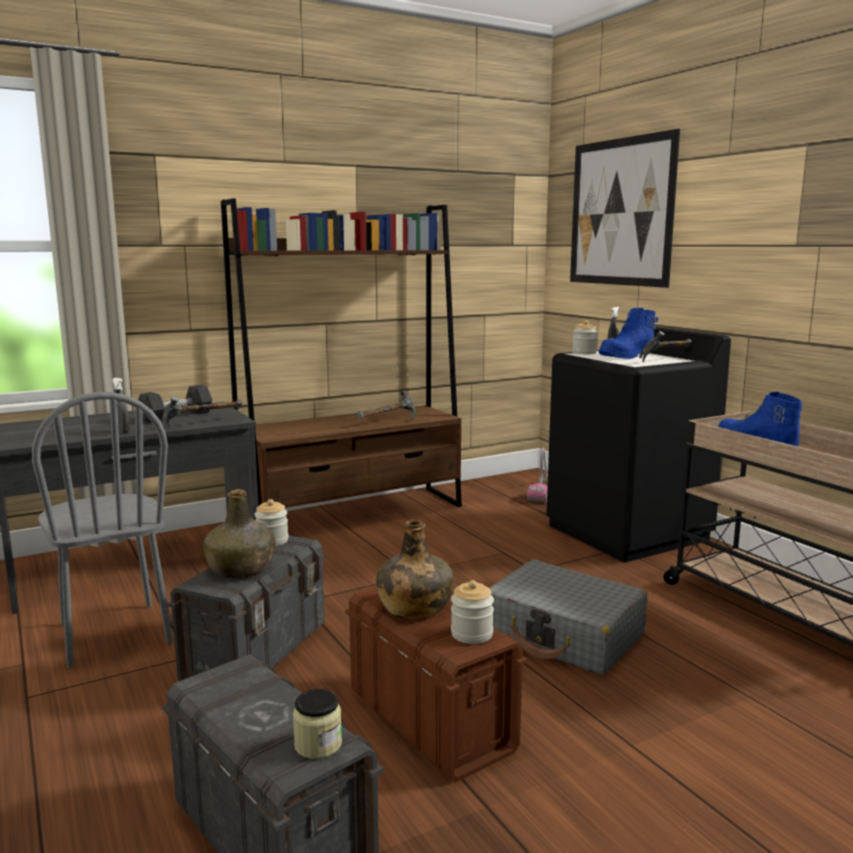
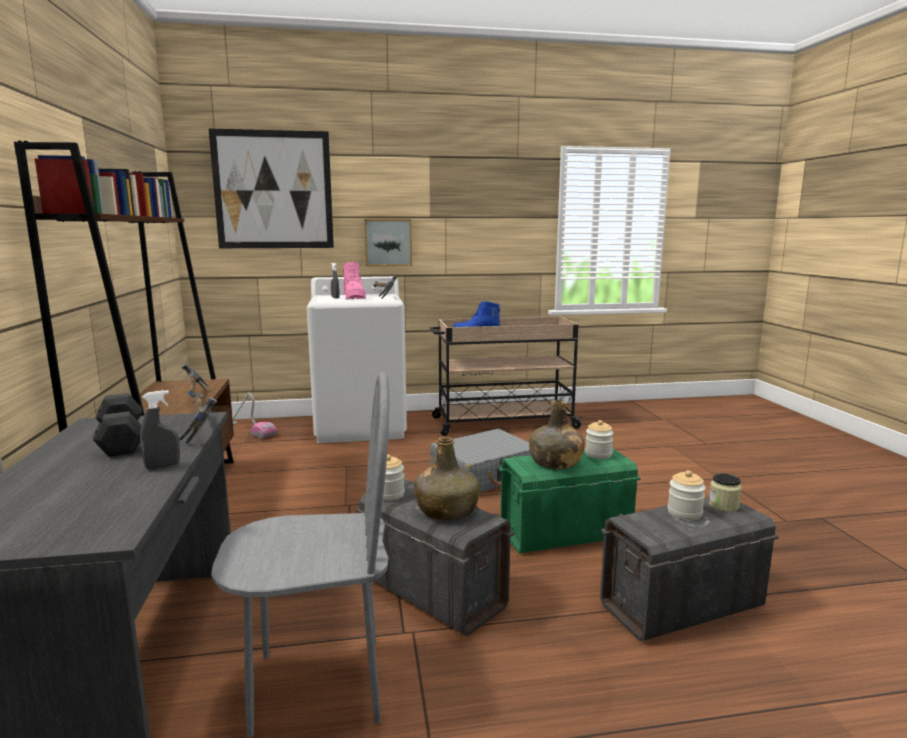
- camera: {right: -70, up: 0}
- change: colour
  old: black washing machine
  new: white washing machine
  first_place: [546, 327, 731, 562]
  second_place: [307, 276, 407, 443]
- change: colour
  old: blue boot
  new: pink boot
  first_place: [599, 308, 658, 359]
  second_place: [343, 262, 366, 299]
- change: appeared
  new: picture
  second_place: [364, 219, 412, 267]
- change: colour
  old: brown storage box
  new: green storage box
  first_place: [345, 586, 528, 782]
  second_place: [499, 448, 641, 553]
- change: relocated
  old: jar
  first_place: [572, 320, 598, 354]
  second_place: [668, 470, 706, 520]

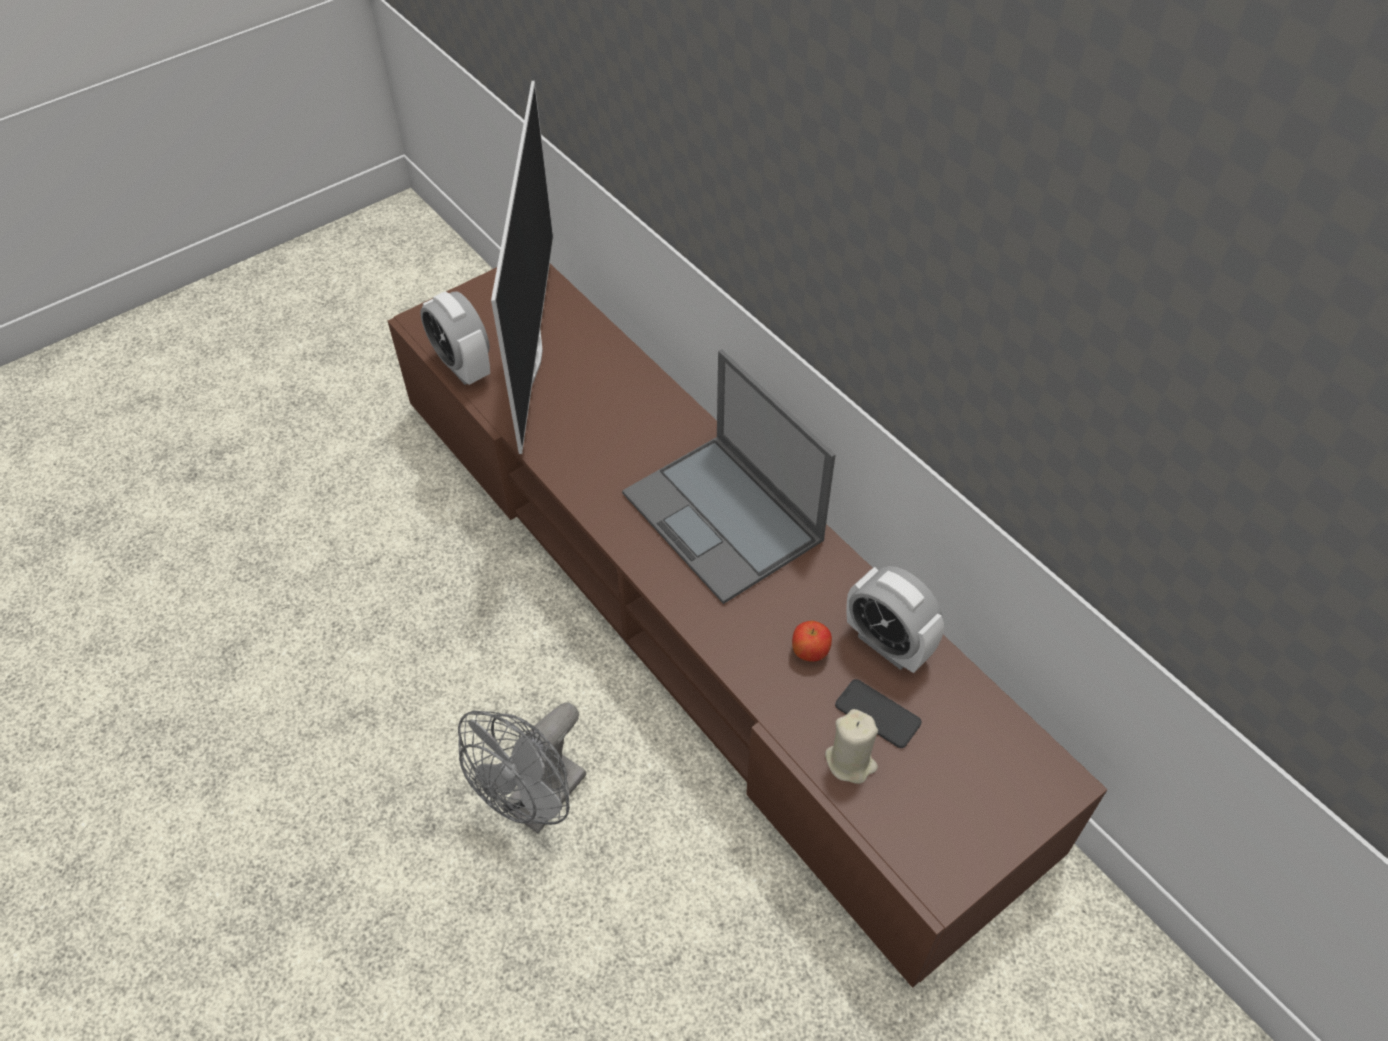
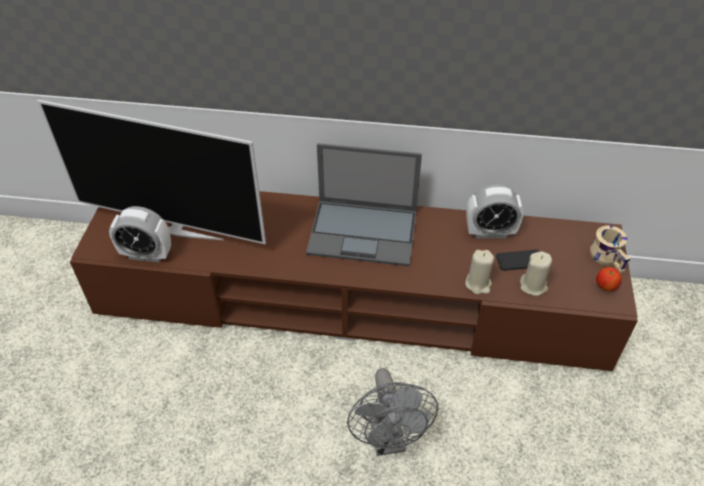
- camera: {right: -45, up: -5}
- change: spun
  old: television
  first_place: [491, 81, 554, 454]
  second_place: [37, 100, 266, 244]
  degrees: 150
- change: appeared
  new: beige candle
  second_place: [465, 250, 494, 294]
- change: appeared
  new: beige mug
  second_place: [590, 225, 631, 274]
- change: relocated
  old: apple
  first_place: [792, 621, 832, 662]
  second_place: [596, 267, 622, 291]

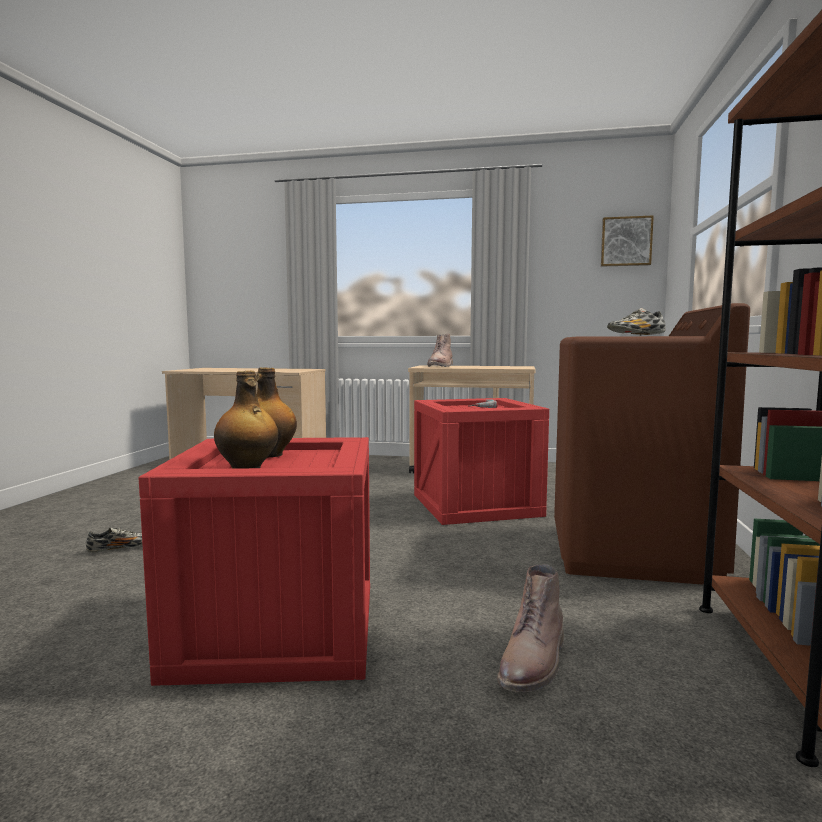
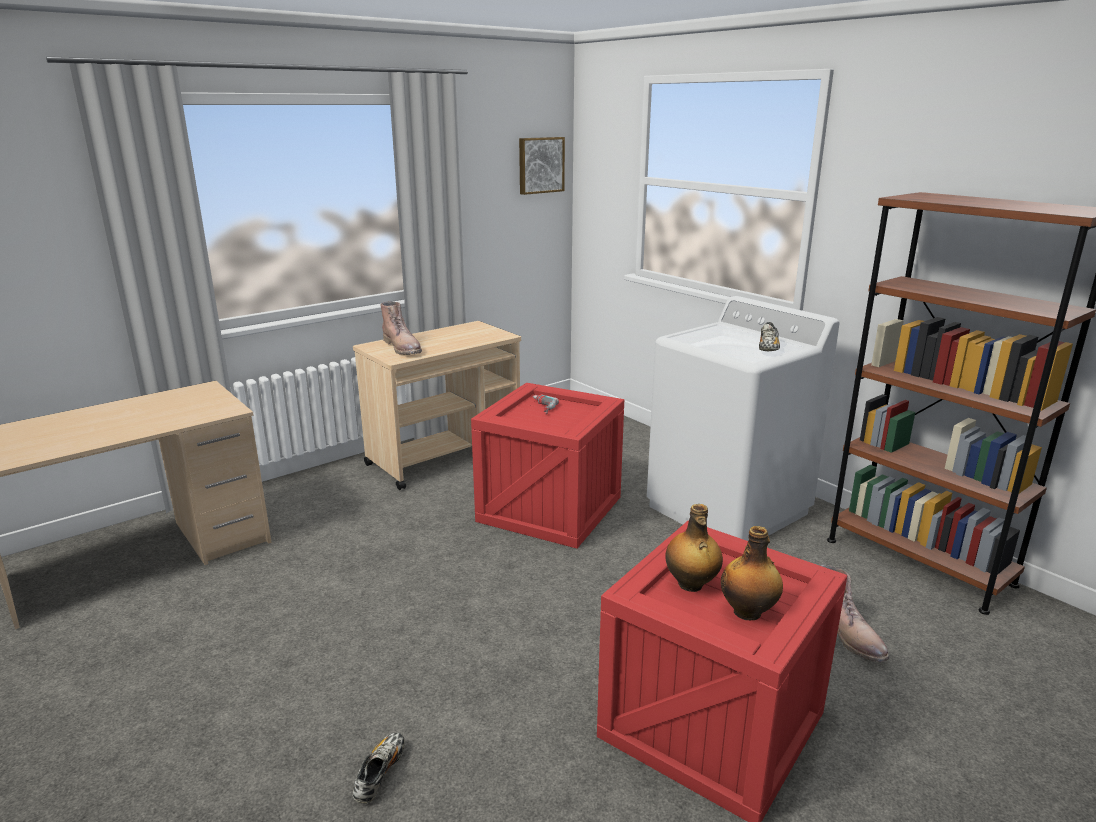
- camera: {right: -50, up: 15}
- change: colour
  old: brown washing machine
  new: white washing machine
  first_place: [554, 303, 750, 585]
  second_place: [647, 296, 839, 541]

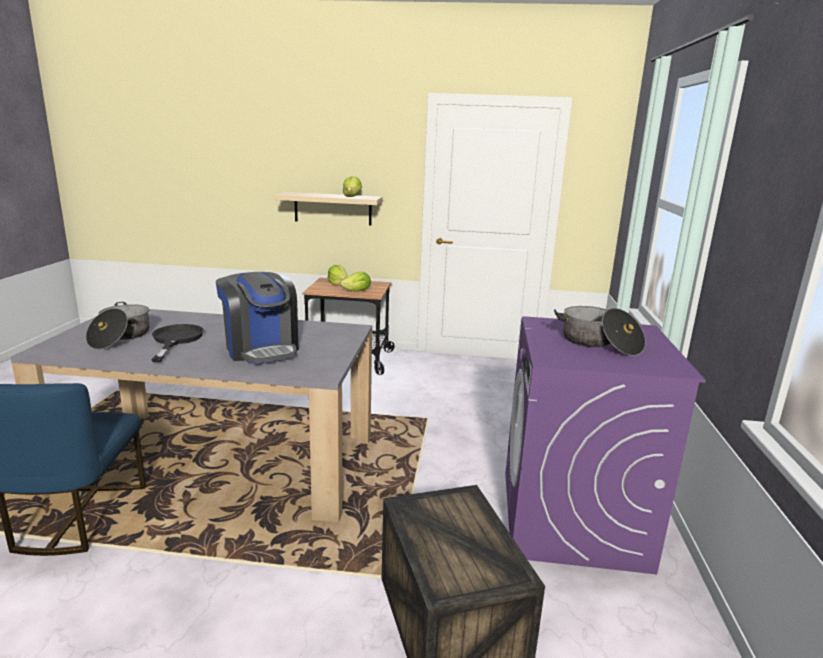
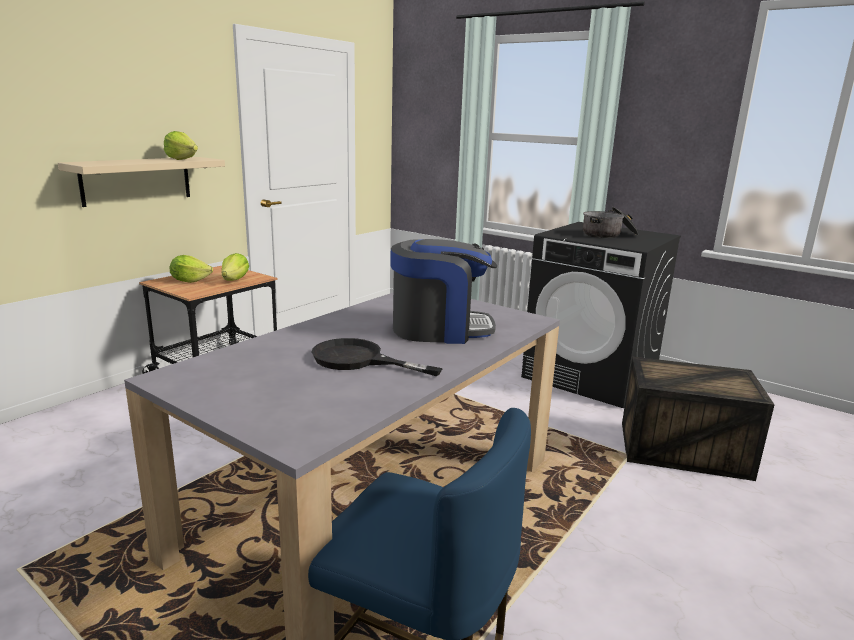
- camera: {right: -60, up: 0}
- change: colour
  old: purple washing machine
  new: black washing machine
  first_place: [505, 316, 706, 574]
  second_place: [521, 222, 681, 408]
- change: missing
  old: cooking pot
  first_place: [86, 302, 150, 350]

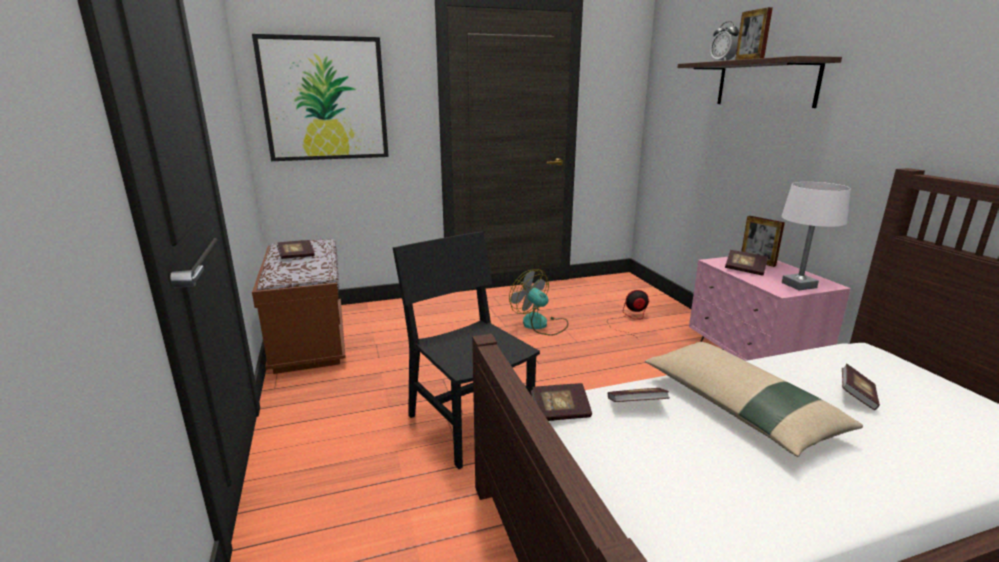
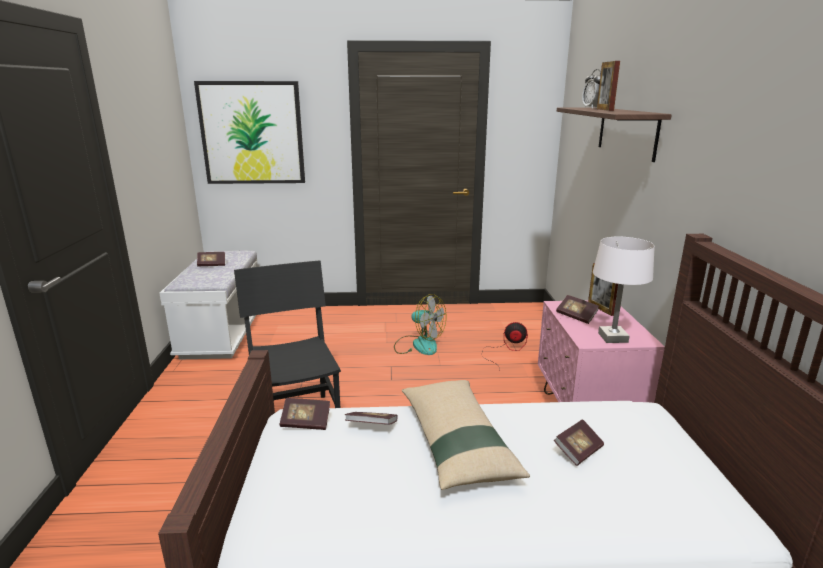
- camera: {right: 15, up: 0}
- change: colour
  old: brown bench
  new: white bench
  first_place: [252, 239, 346, 374]
  second_place: [159, 251, 257, 360]
- change: spun
  old: fan
  first_place: [509, 269, 568, 336]
  second_place: [394, 294, 446, 355]
  degrees: 150

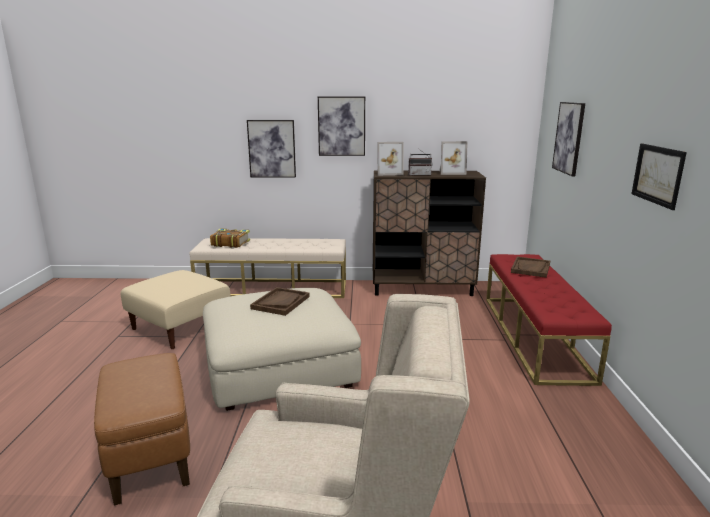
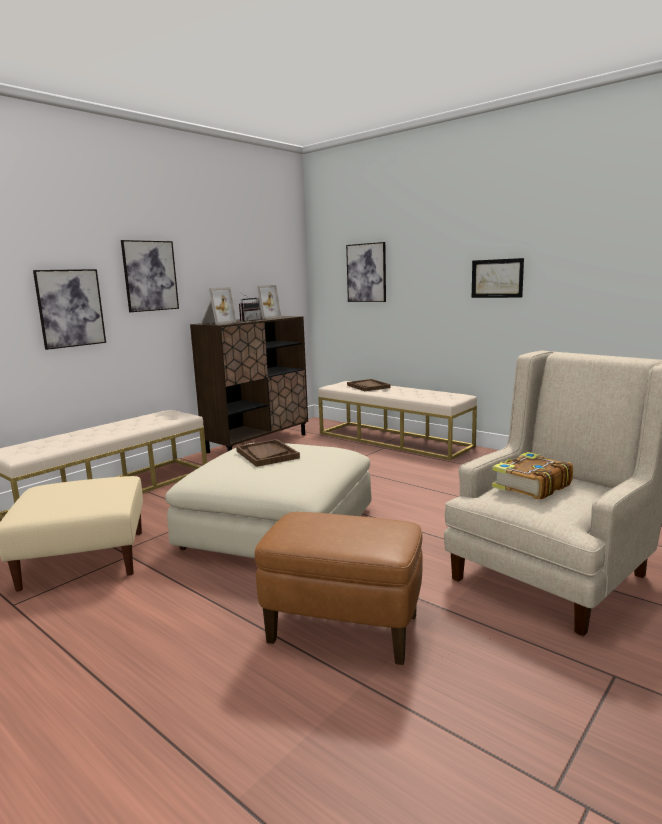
- camera: {right: -50, up: -5}
- change: colour
  old: red bench
  new: beige bench
  first_place: [486, 254, 612, 386]
  second_place: [318, 381, 477, 460]
- change: relocated
  old: book
  first_place: [210, 228, 250, 248]
  second_place: [492, 452, 573, 499]

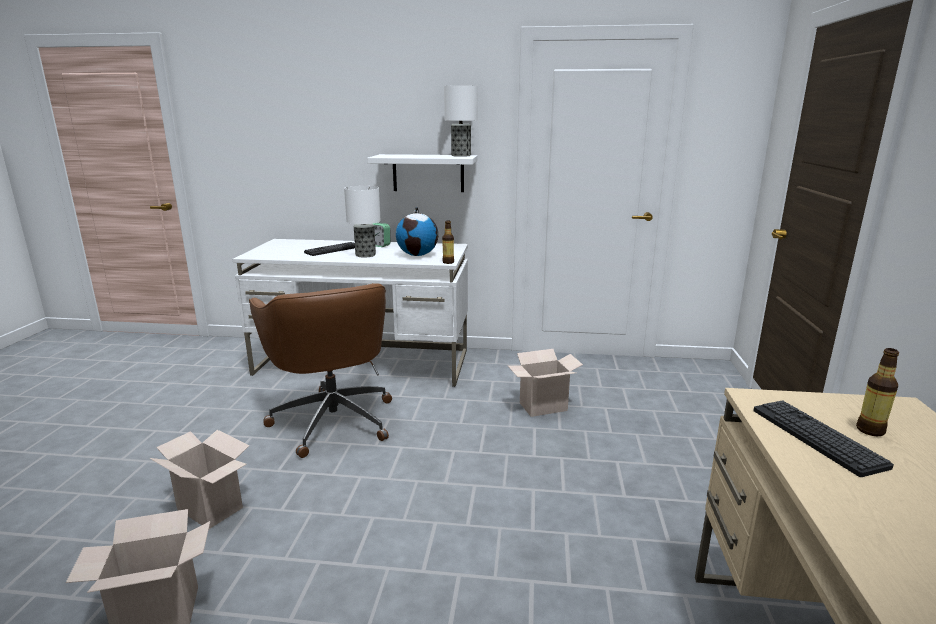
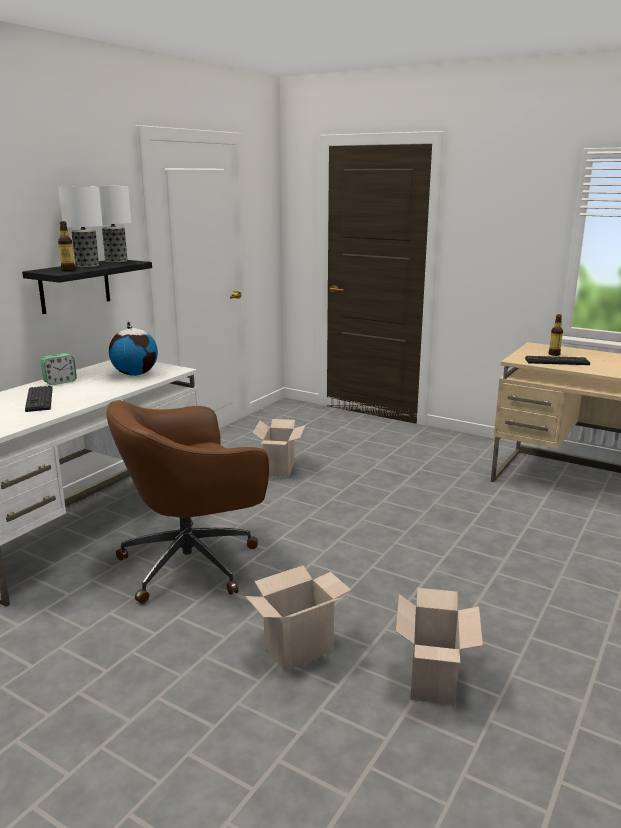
- camera: {right: -65, up: 0}
- change: colour
  old: white shelf
  new: black shelf
  first_place: [367, 154, 478, 192]
  second_place: [22, 260, 152, 314]
- change: relocated
  old: table lamp
  first_place: [344, 186, 381, 258]
  second_place: [58, 186, 103, 267]
- change: relocated
  old: bottle
  first_place: [442, 220, 454, 264]
  second_place: [58, 221, 75, 272]
- change: spun
  old: brown office chair
  first_place: [249, 283, 392, 458]
  second_place: [107, 400, 269, 604]
  degrees: 150

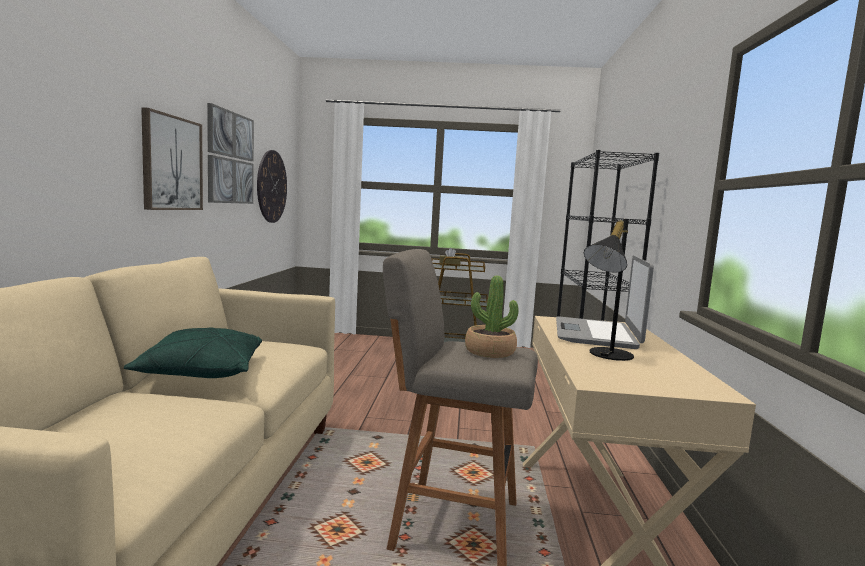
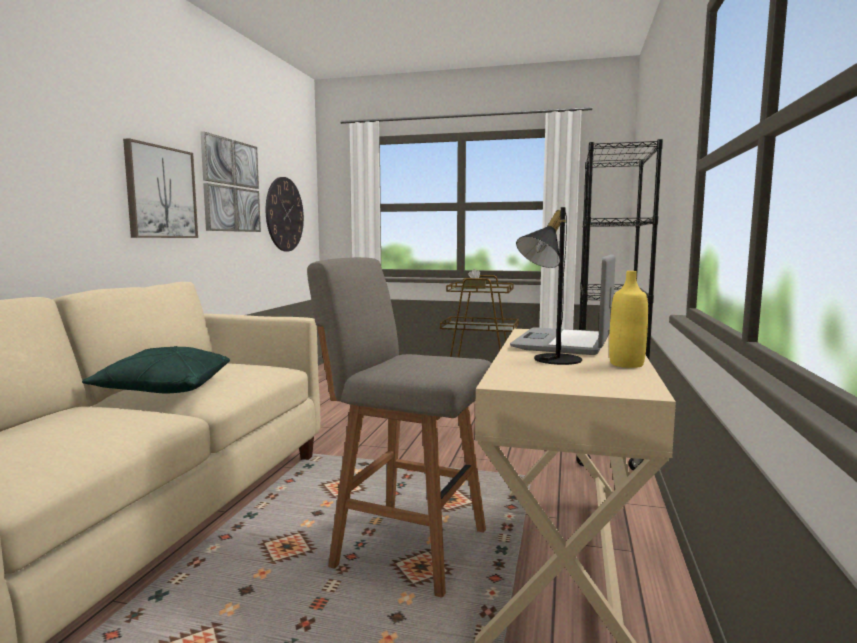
- camera: {right: 10, up: 0}
- change: appeared
  new: yellow bottle
  second_place: [609, 271, 648, 368]
- change: missing
  old: potted plant
  first_place: [465, 276, 519, 358]

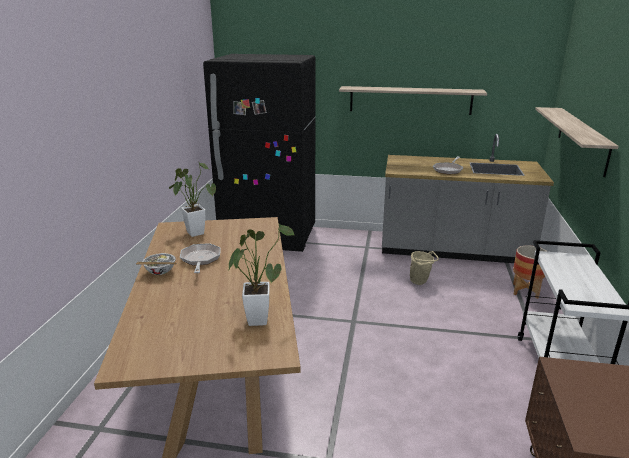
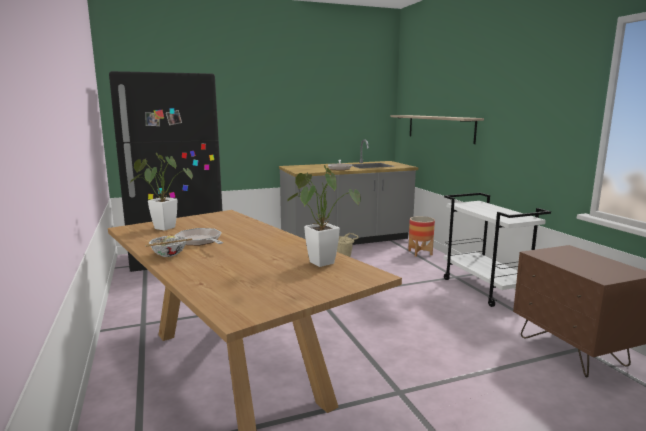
- camera: {right: -30, up: -10}
- change: missing
  old: shelf
  first_place: [339, 86, 487, 115]

